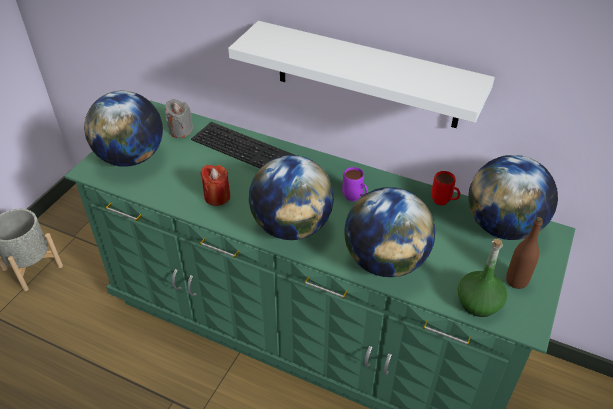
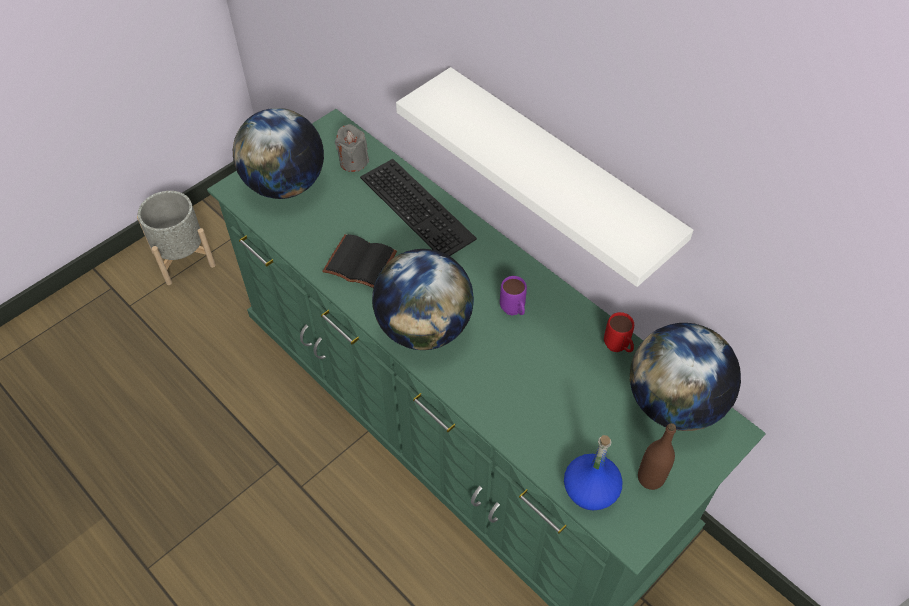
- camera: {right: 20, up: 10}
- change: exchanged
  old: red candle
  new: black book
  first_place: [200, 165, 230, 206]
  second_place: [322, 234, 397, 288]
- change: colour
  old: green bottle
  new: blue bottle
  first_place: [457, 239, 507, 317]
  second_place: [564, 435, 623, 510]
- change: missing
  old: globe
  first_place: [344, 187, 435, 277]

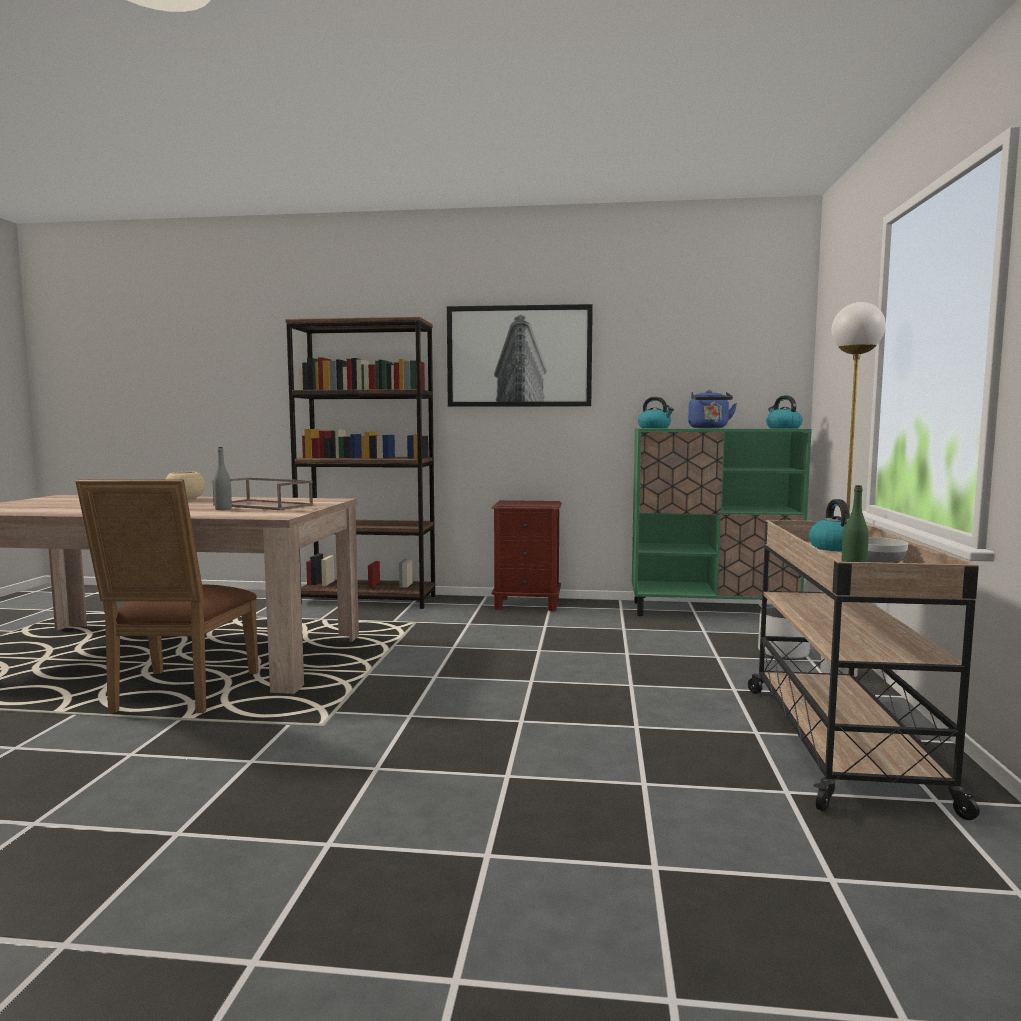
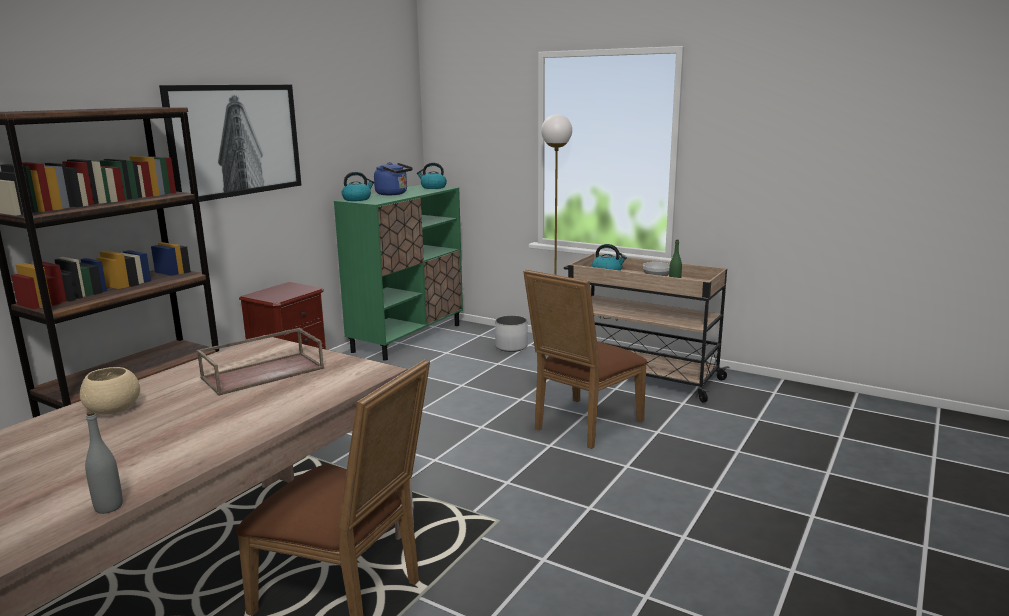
- camera: {right: -65, up: 10}
- change: relocated
  old: grey bottle
  first_place: [213, 447, 232, 510]
  second_place: [85, 411, 123, 514]
- change: appeared
  new: brown chair
  second_place: [523, 269, 647, 449]

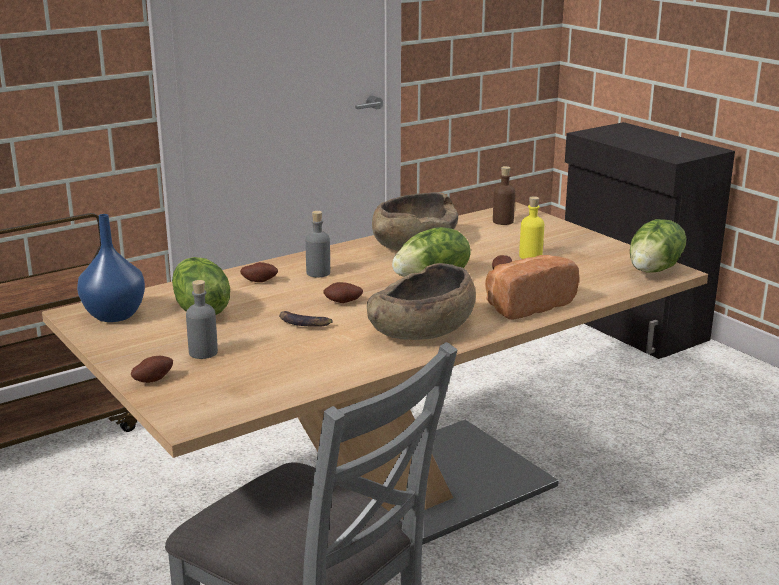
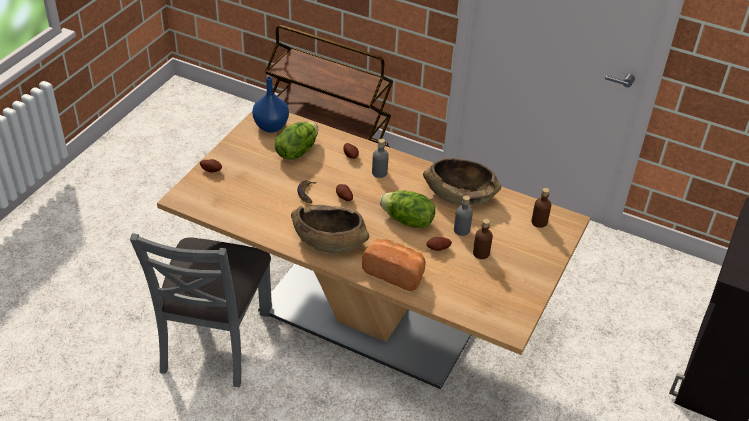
- camera: {right: 60, up: 20}
- change: relocated
  old: grey bottle
  first_place: [186, 280, 218, 359]
  second_place: [454, 195, 473, 236]
- change: colour
  old: yellow bottle
  new: brown bottle
  first_place: [519, 196, 544, 259]
  second_place: [473, 219, 493, 259]
- change: missing
  old: lettuce
  first_place: [630, 219, 686, 273]

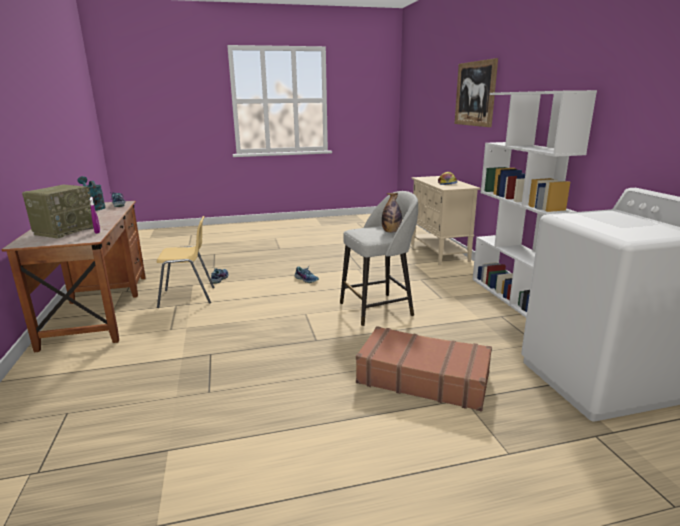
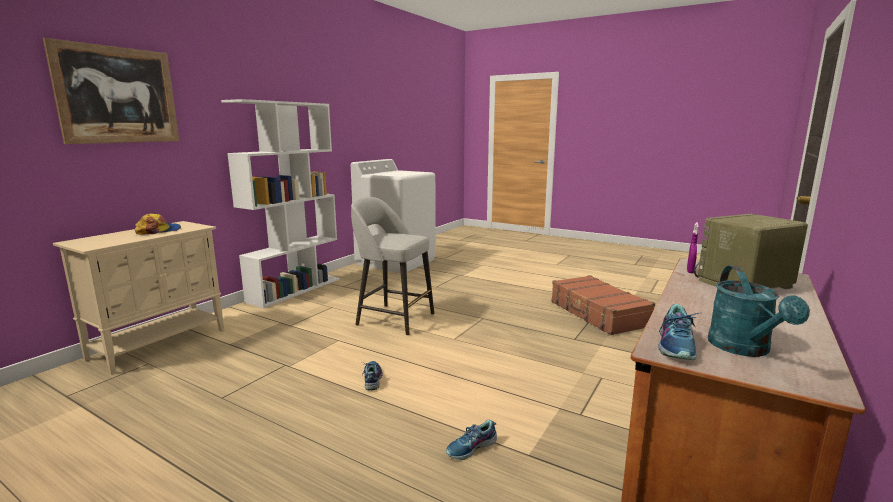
- camera: {right: -135, up: -5}
- change: relocated
  old: brown suitcase
  first_place: [356, 326, 492, 412]
  second_place: [551, 275, 655, 335]
- change: missing
  old: yellow chair
  first_place: [157, 216, 214, 308]
- change: missing
  old: bottle
  first_place: [382, 193, 402, 233]

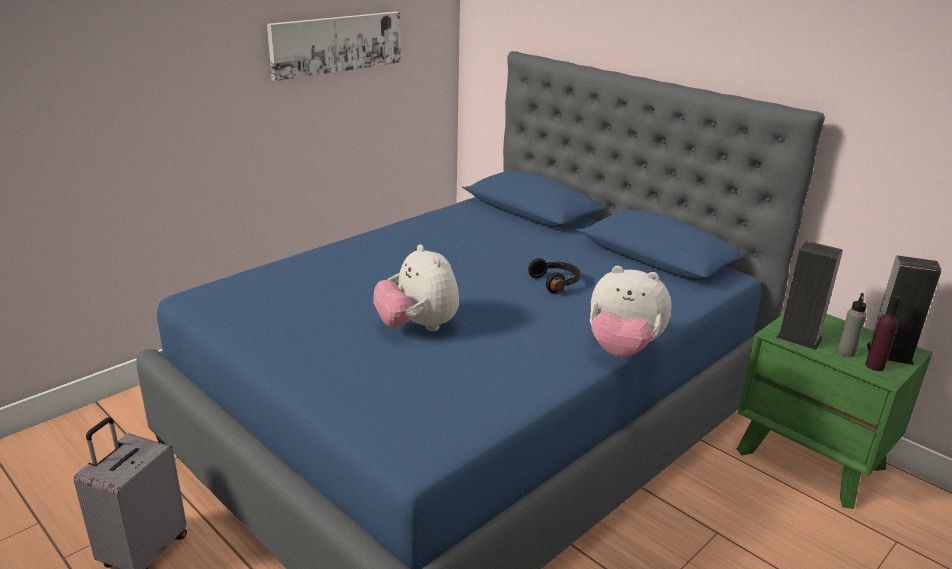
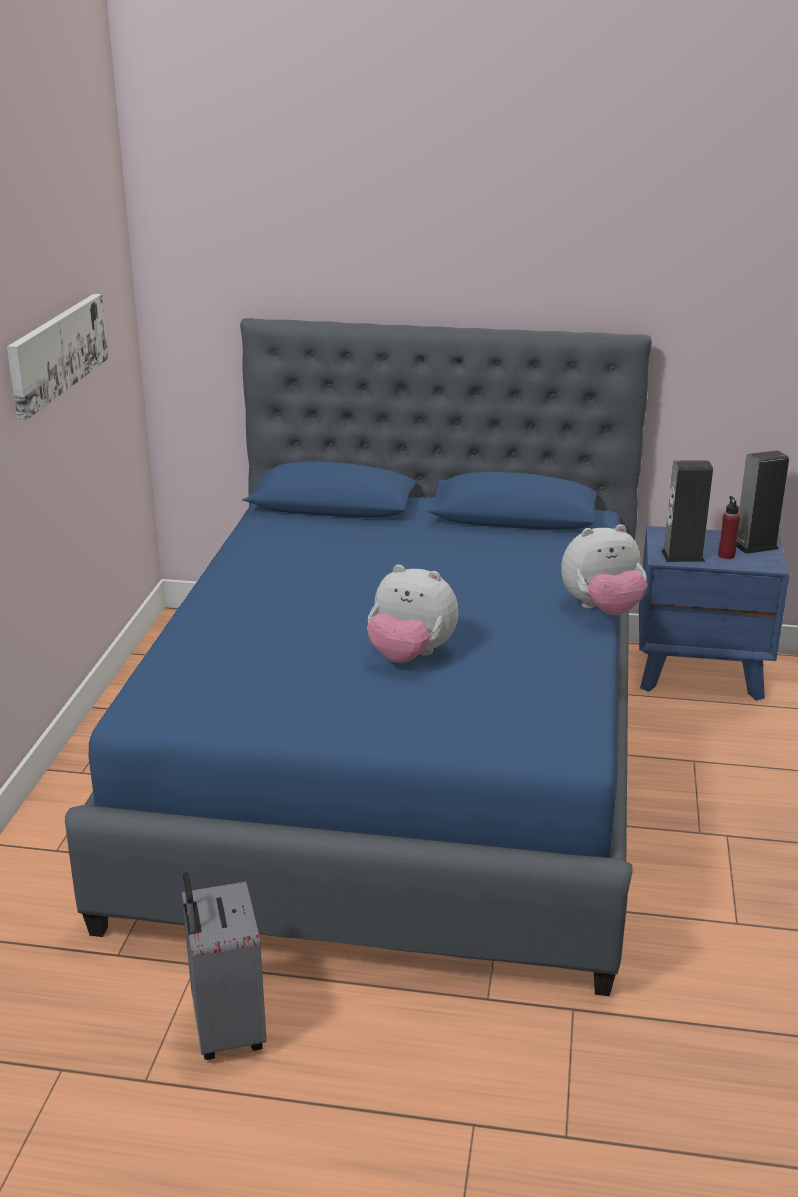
- camera: {right: -35, up: 0}
- change: colour
  old: green nightstand
  new: blue nightstand
  first_place: [737, 313, 933, 509]
  second_place: [639, 526, 790, 701]
- change: colour
  old: grey bottle
  new: red bottle
  first_place: [837, 293, 867, 357]
  second_place: [718, 496, 740, 559]
- change: missing
  old: black headphones
  first_place: [528, 258, 580, 293]
- change: missing
  old: purple bottle
  first_place: [865, 295, 901, 371]

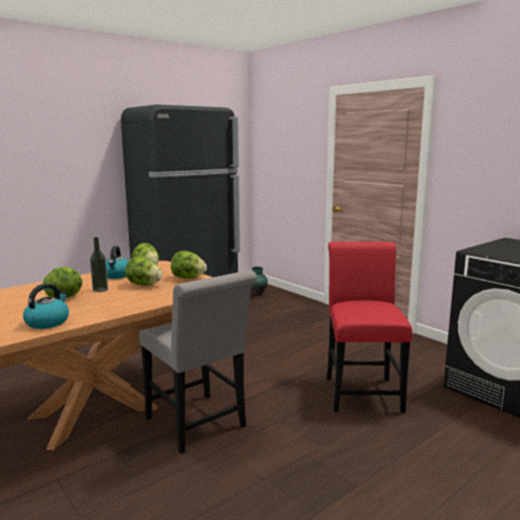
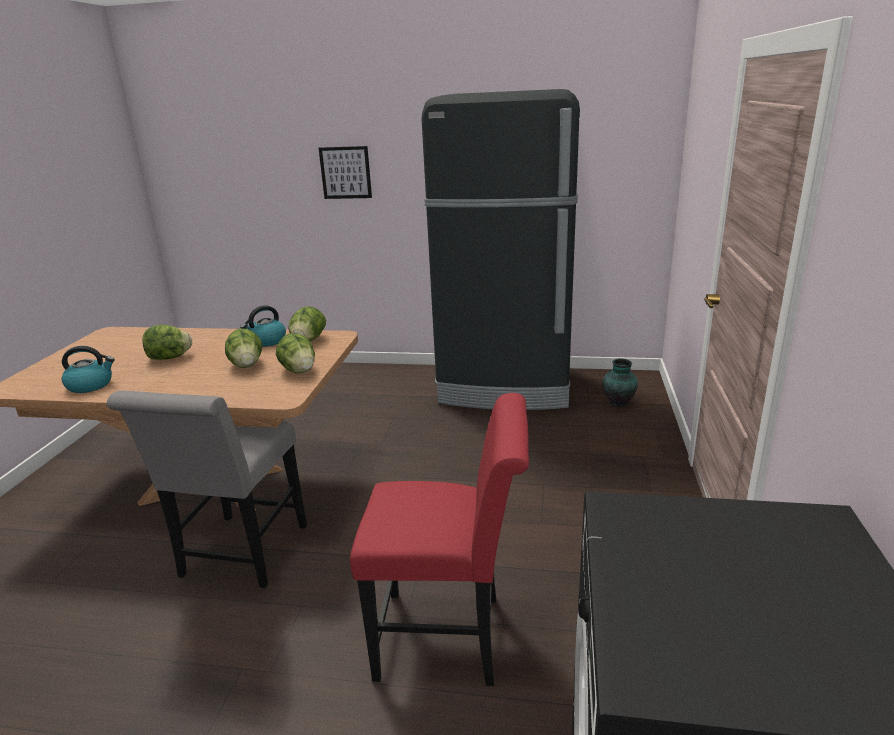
- camera: {right: 50, up: 10}
- change: appeared
  new: picture
  second_place: [319, 146, 372, 199]
- change: spun
  old: red chair
  first_place: [327, 242, 412, 413]
  second_place: [350, 393, 529, 686]
  degrees: 45
- change: missing
  old: bottle
  first_place: [90, 237, 108, 292]

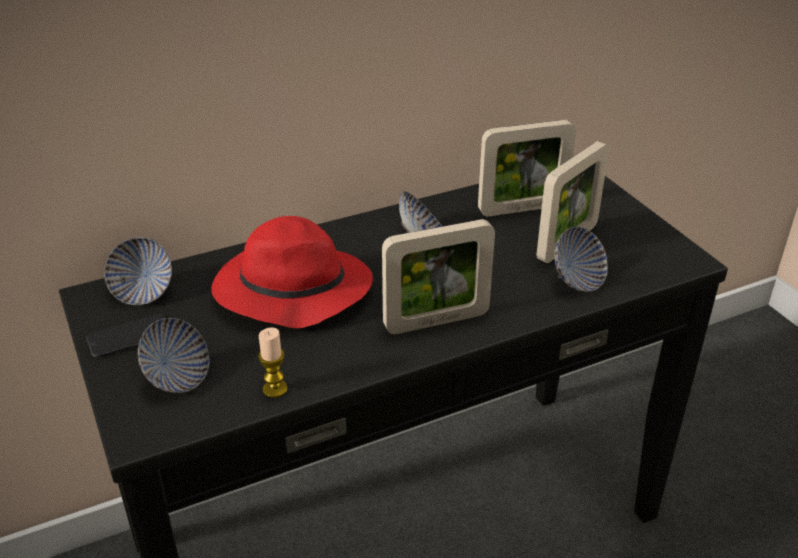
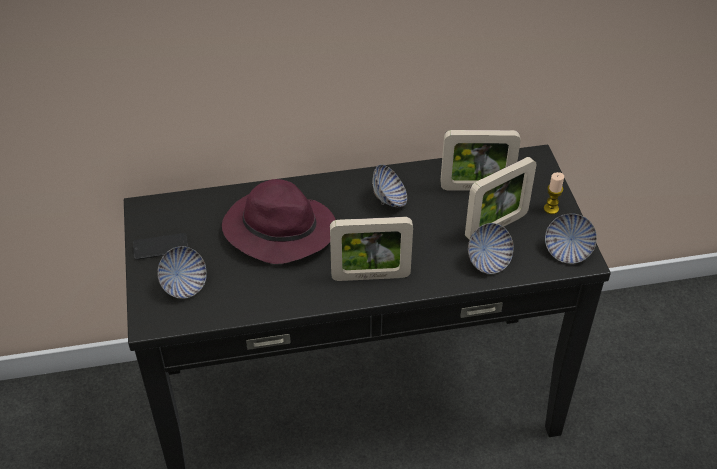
- camera: {right: 15, up: 10}
- change: colour
  old: red hat
  new: purple hat
  first_place: [211, 216, 373, 328]
  second_place: [222, 179, 336, 264]
- change: relocated
  old: candle
  first_place: [258, 327, 288, 398]
  second_place: [544, 172, 564, 214]
- change: relocated
  old: bowl
  first_place: [104, 237, 172, 305]
  second_place: [545, 213, 597, 264]

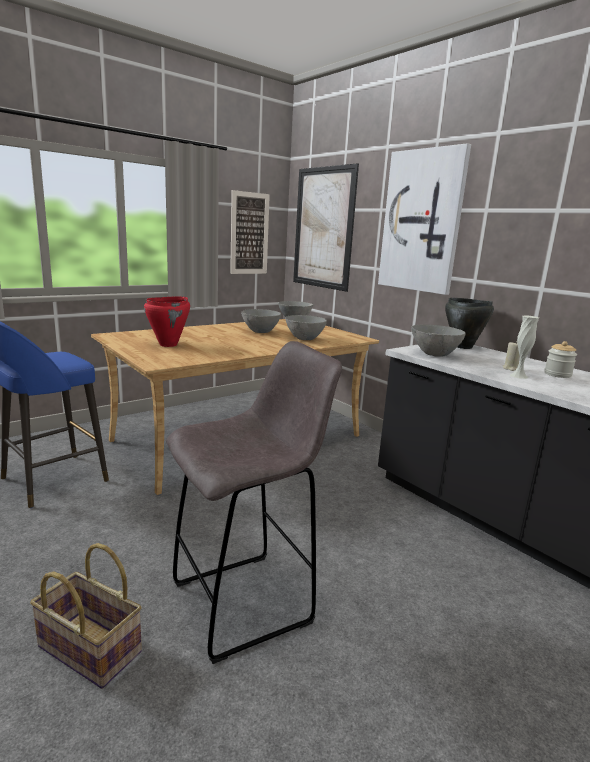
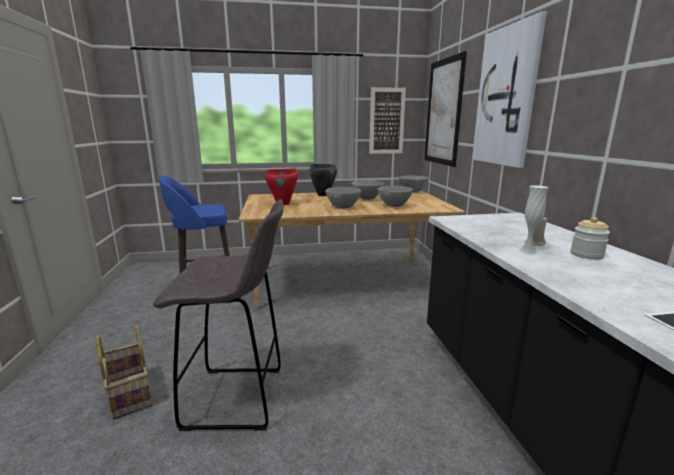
- camera: {right: 30, up: 0}
- change: relocated
  old: black cooking pot
  first_place: [445, 298, 494, 349]
  second_place: [309, 164, 337, 196]
- change: relocated
  old: grey bowl
  first_place: [411, 324, 466, 357]
  second_place: [325, 187, 361, 209]

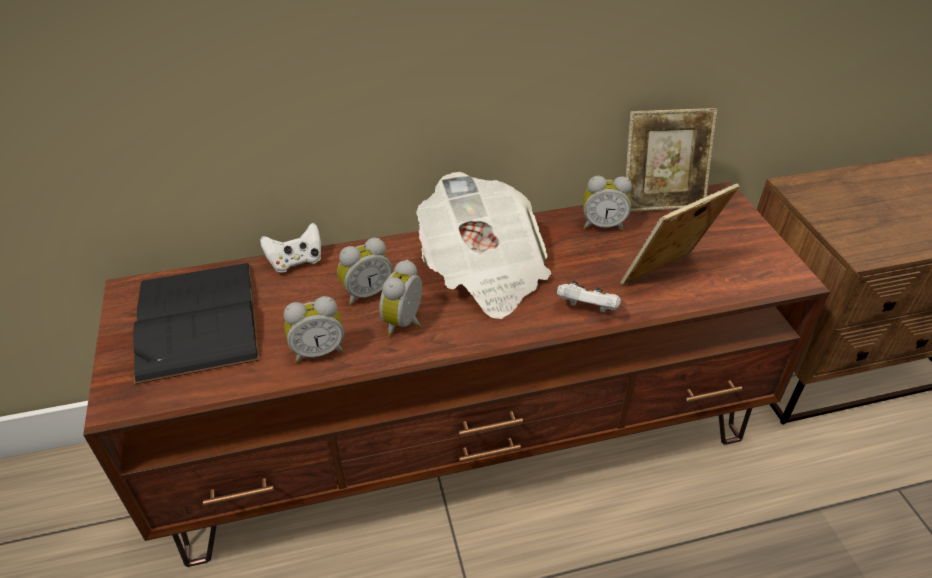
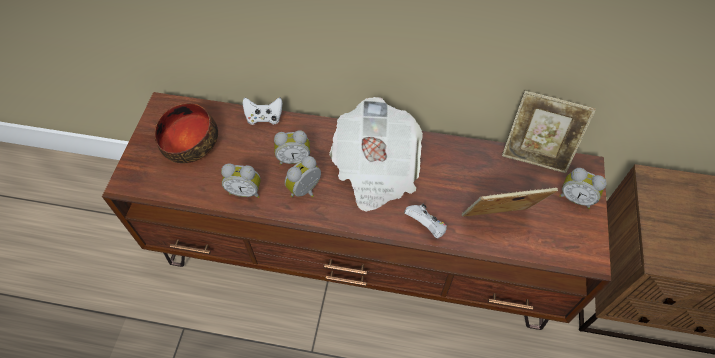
- camera: {right: 25, up: 15}
- change: exchanged
  old: black book
  new: bowl
  first_place: [133, 263, 259, 385]
  second_place: [154, 103, 218, 163]
- change: relocated
  old: alarm clock
  first_place: [583, 176, 632, 231]
  second_place: [559, 168, 607, 209]

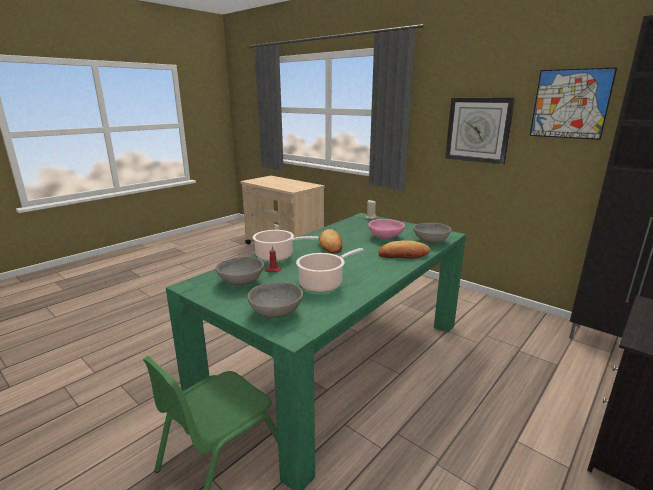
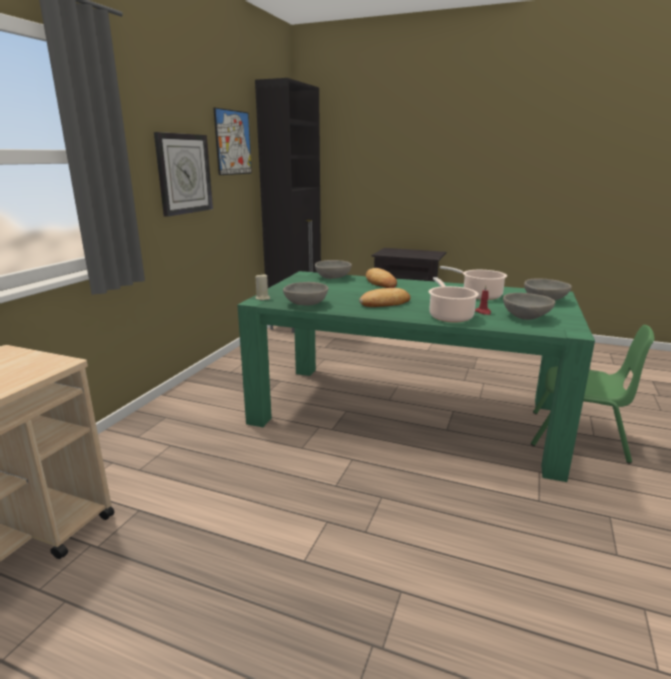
- camera: {right: -110, up: 0}
- change: appeared
  new: grey bowl
  second_place: [283, 282, 328, 306]
- change: missing
  old: pink bowl
  first_place: [368, 219, 405, 239]

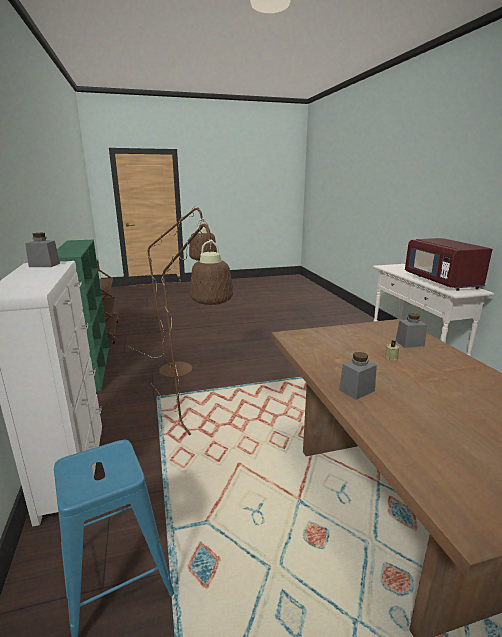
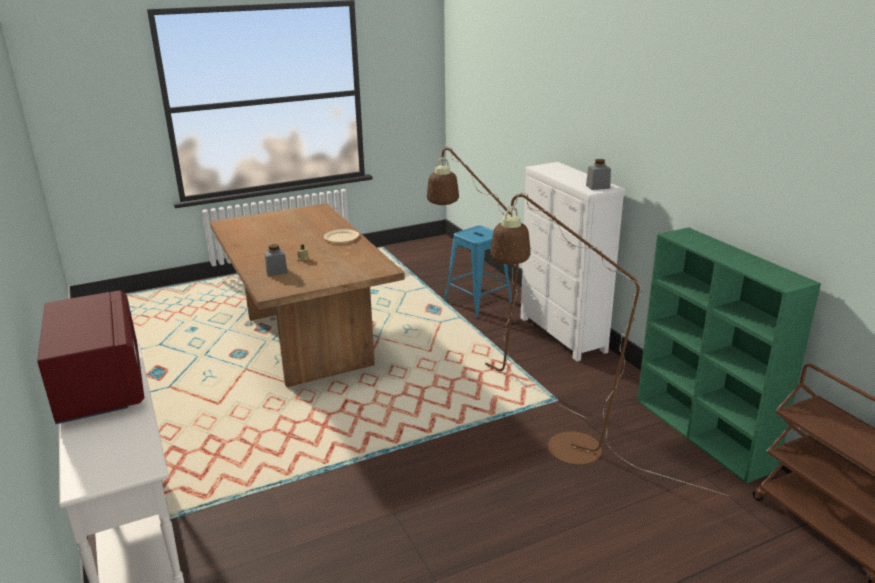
- camera: {right: 170, up: 5}
- change: exchanged
  old: grey jar
  new: beige plate
  first_place: [339, 352, 377, 400]
  second_place: [324, 229, 359, 243]

